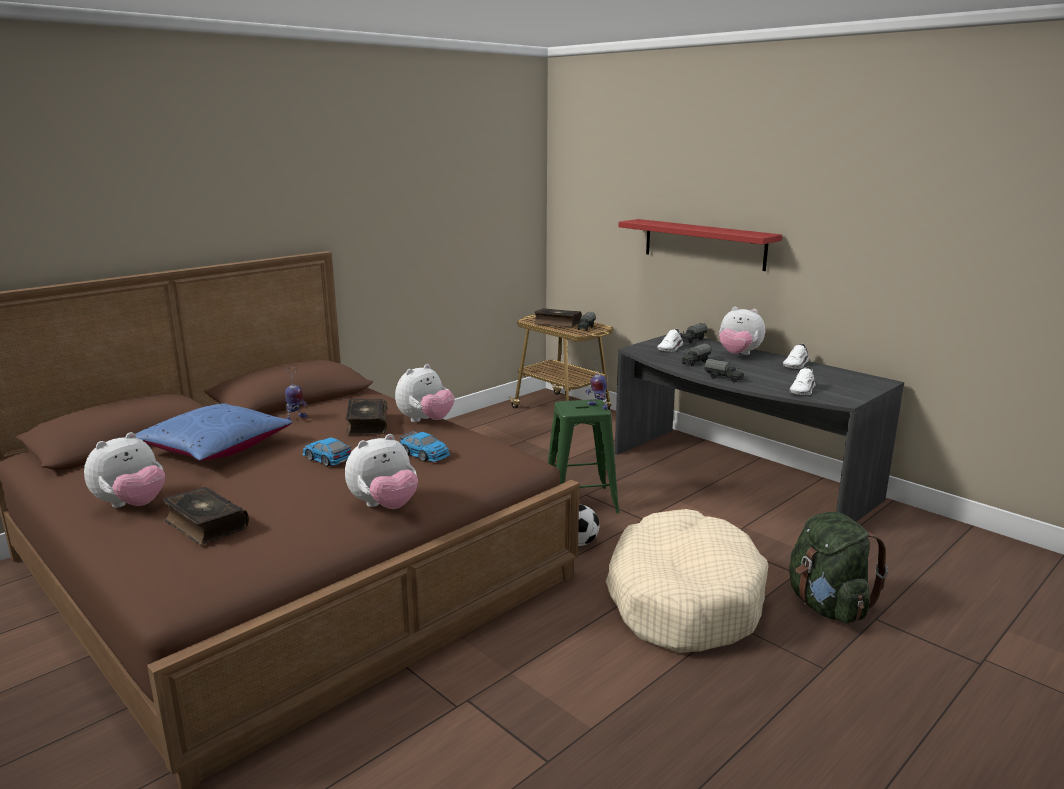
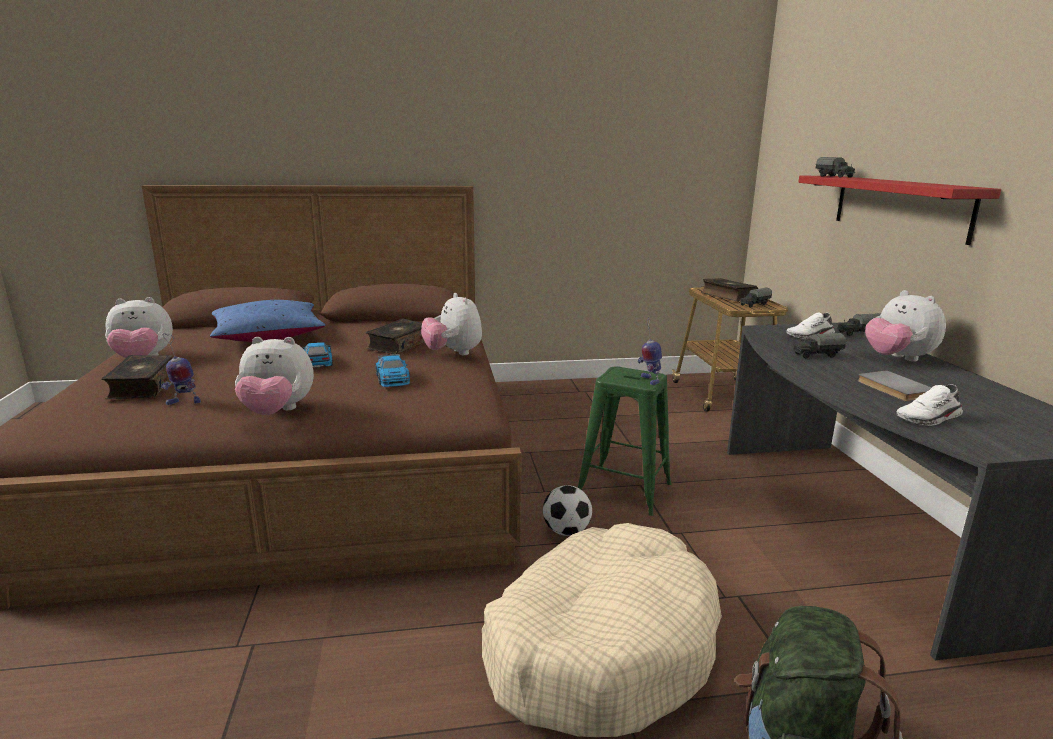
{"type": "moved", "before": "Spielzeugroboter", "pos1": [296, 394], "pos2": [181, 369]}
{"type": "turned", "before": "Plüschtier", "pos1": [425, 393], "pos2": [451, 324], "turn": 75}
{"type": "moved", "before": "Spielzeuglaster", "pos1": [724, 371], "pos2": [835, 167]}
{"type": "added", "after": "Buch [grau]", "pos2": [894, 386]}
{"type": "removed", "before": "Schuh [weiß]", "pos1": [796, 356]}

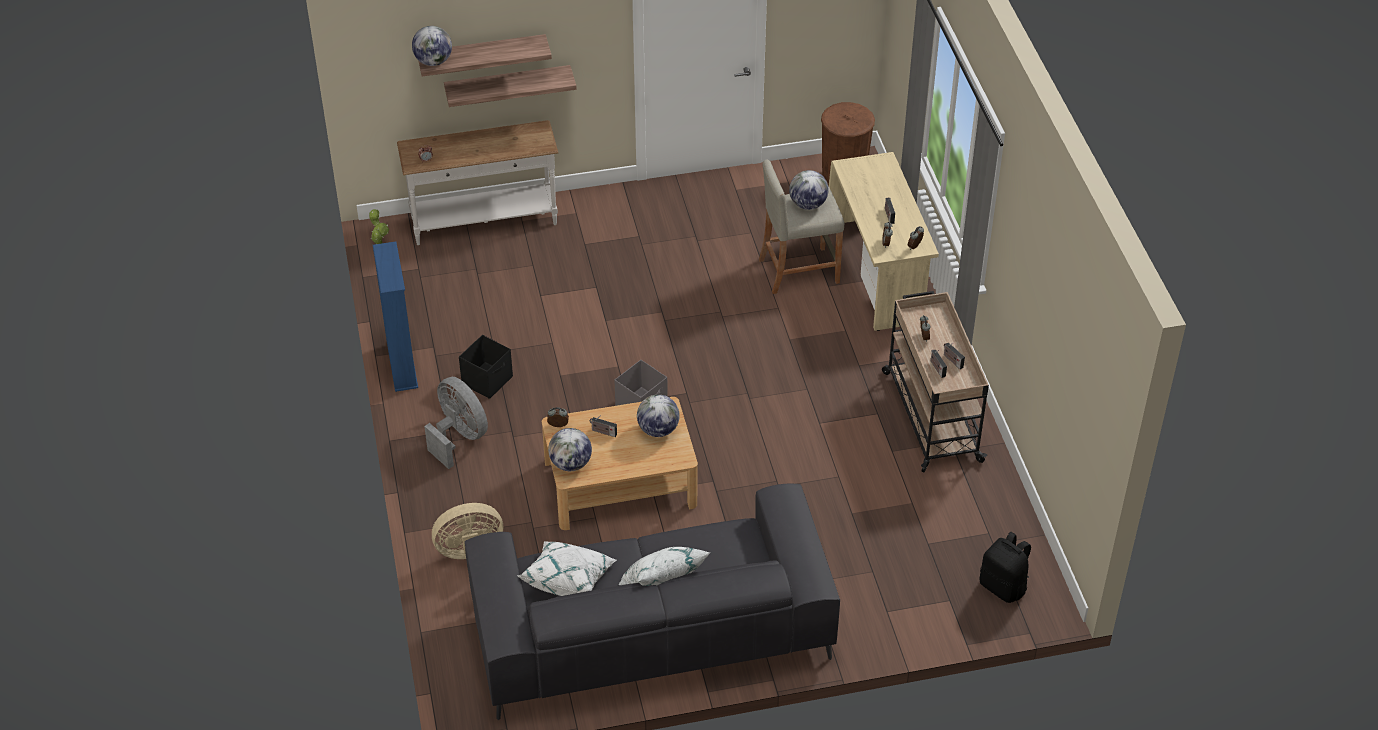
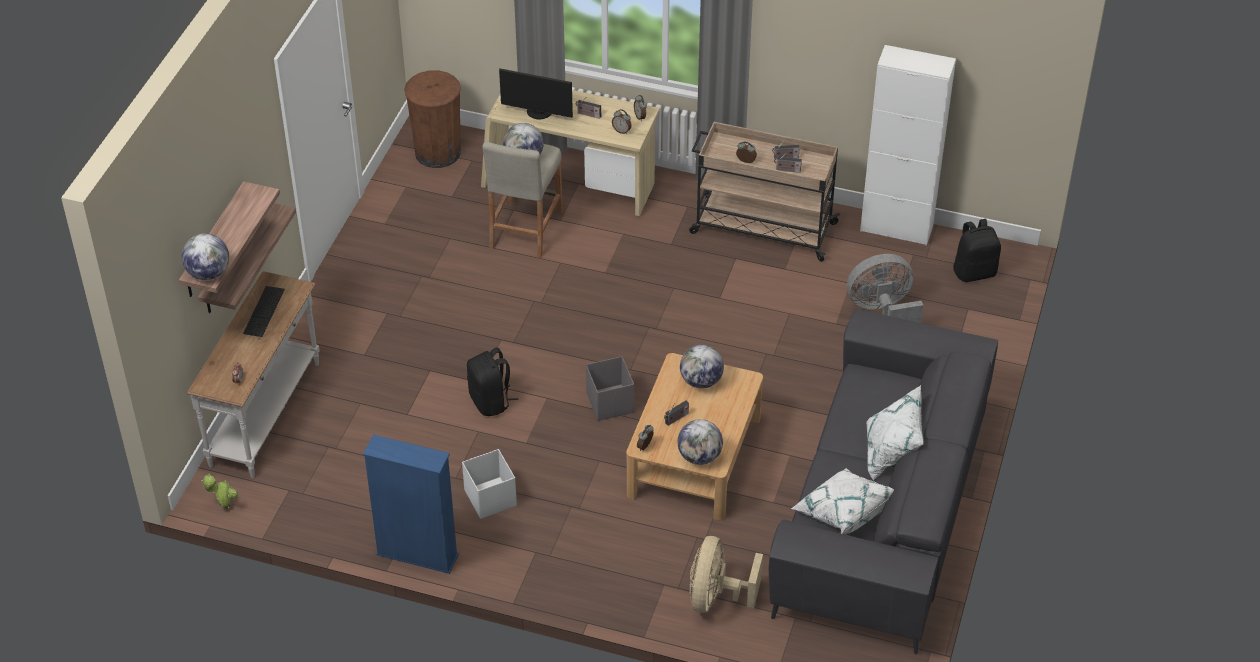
{"type": "added", "after": "Tastatur", "pos2": [264, 311]}
{"type": "recoloured", "before": "Aufbewahrungsbox [schwarz]", "after": "Aufbewahrungsbox [weiß]", "pos1": [486, 367], "pos2": [489, 484]}
{"type": "added", "after": "Rucksack [schwarz]", "pos2": [492, 381]}
{"type": "added", "after": "Monitor", "pos2": [536, 93]}
{"type": "moved", "before": "Ventilator [grau]", "pos1": [456, 423], "pos2": [885, 288]}
{"type": "added", "after": "Schrank [weiß]", "pos2": [908, 145]}

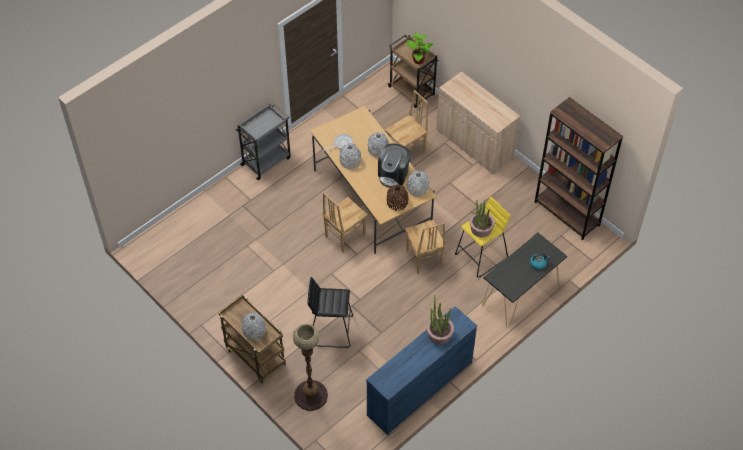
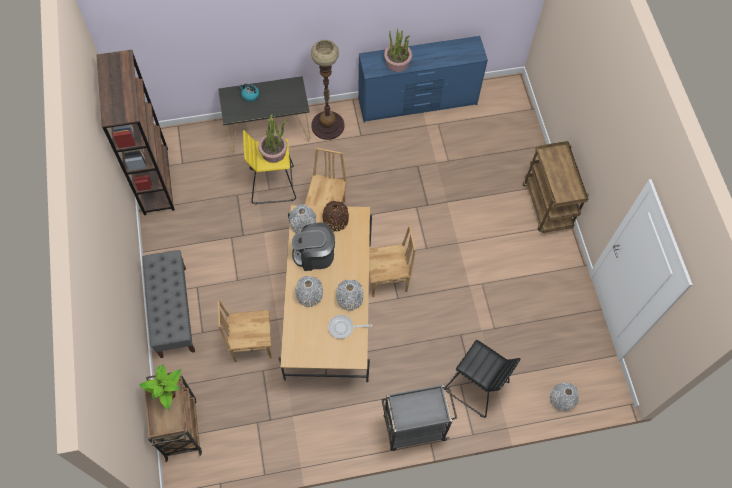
{"type": "replaced", "before": "Schrank [beige]", "after": "Bank [grau]", "pos1": [478, 122], "pos2": [168, 304]}
{"type": "turned", "before": "Kaffeemaschine", "pos1": [394, 165], "pos2": [313, 247], "turn": -150}
{"type": "moved", "before": "Stehlampe", "pos1": [310, 367], "pos2": [327, 90]}
{"type": "moved", "before": "Hocker [schwarz]", "pos1": [330, 312], "pos2": [482, 379]}
{"type": "moved", "before": "Vase [grau]", "pos1": [253, 326], "pos2": [564, 397]}

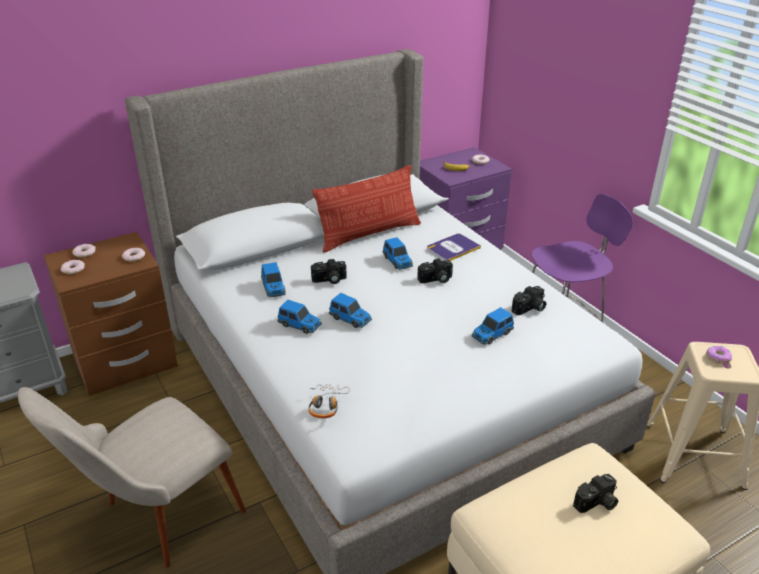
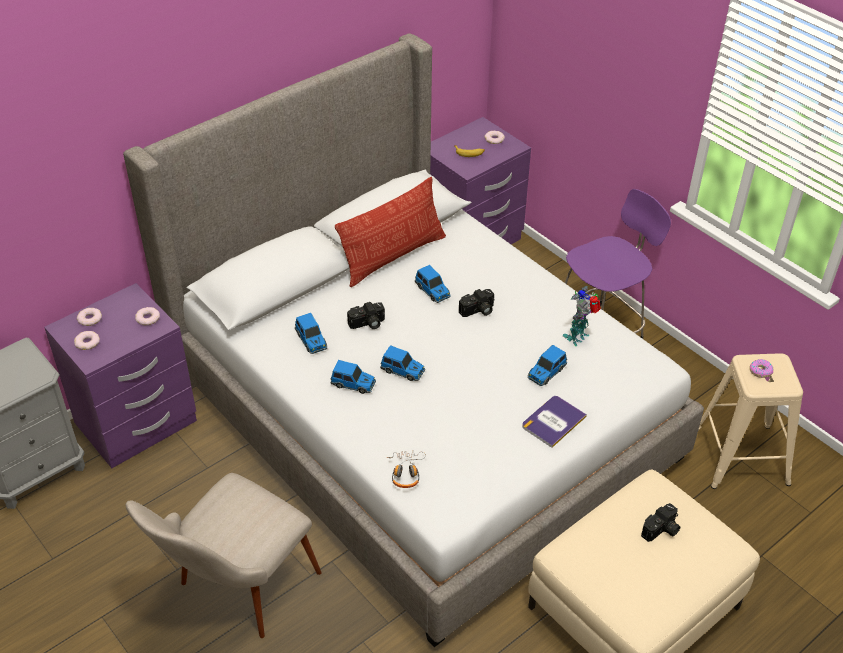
{"type": "recoloured", "before": "Nachttisch [braun]", "after": "Nachttisch [lila]", "pos1": [111, 314], "pos2": [120, 375]}
{"type": "moved", "before": "Buch", "pos1": [454, 247], "pos2": [554, 422]}
{"type": "replaced", "before": "Kamera", "after": "Spielzeugroboter", "pos1": [528, 300], "pos2": [582, 316]}

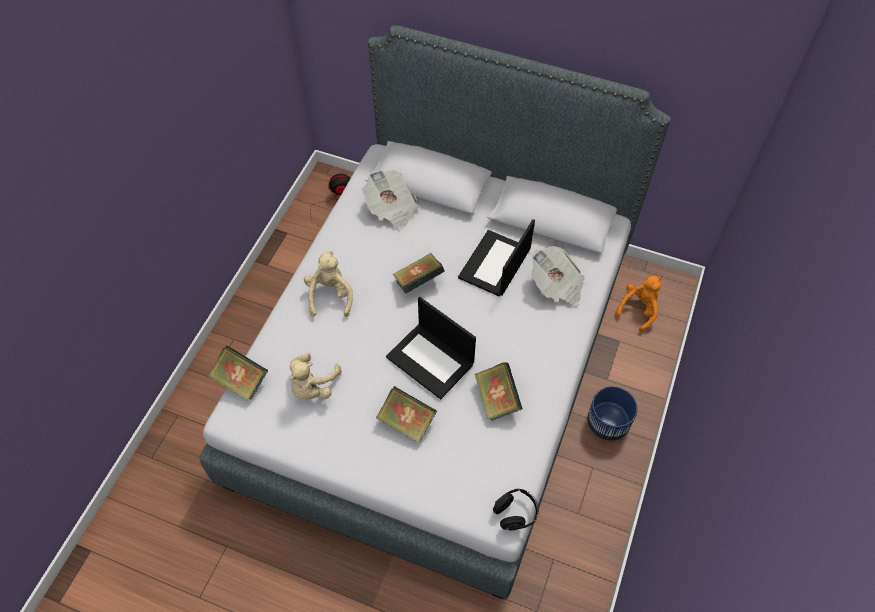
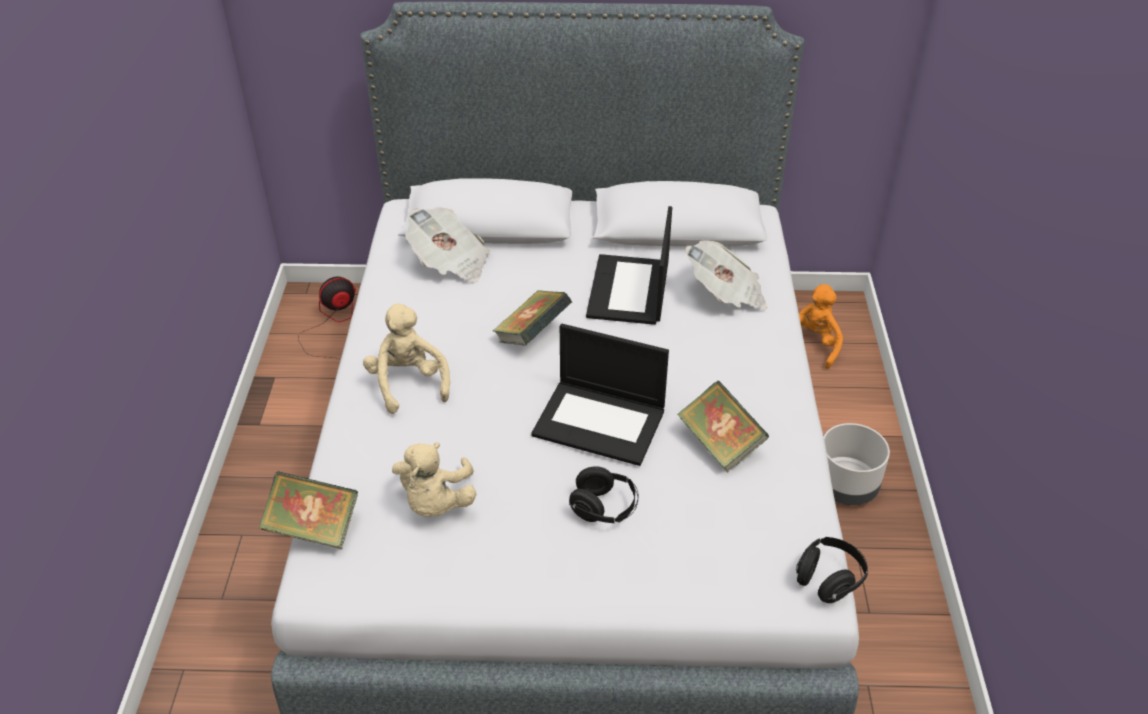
{"type": "replaced", "before": "Buch", "after": "Kopfhörer [schwarz]", "pos1": [406, 414], "pos2": [603, 494]}
{"type": "recoloured", "before": "Pflanzkübel [blau]", "after": "Pflanzkübel [grau]", "pos1": [612, 413], "pos2": [857, 464]}

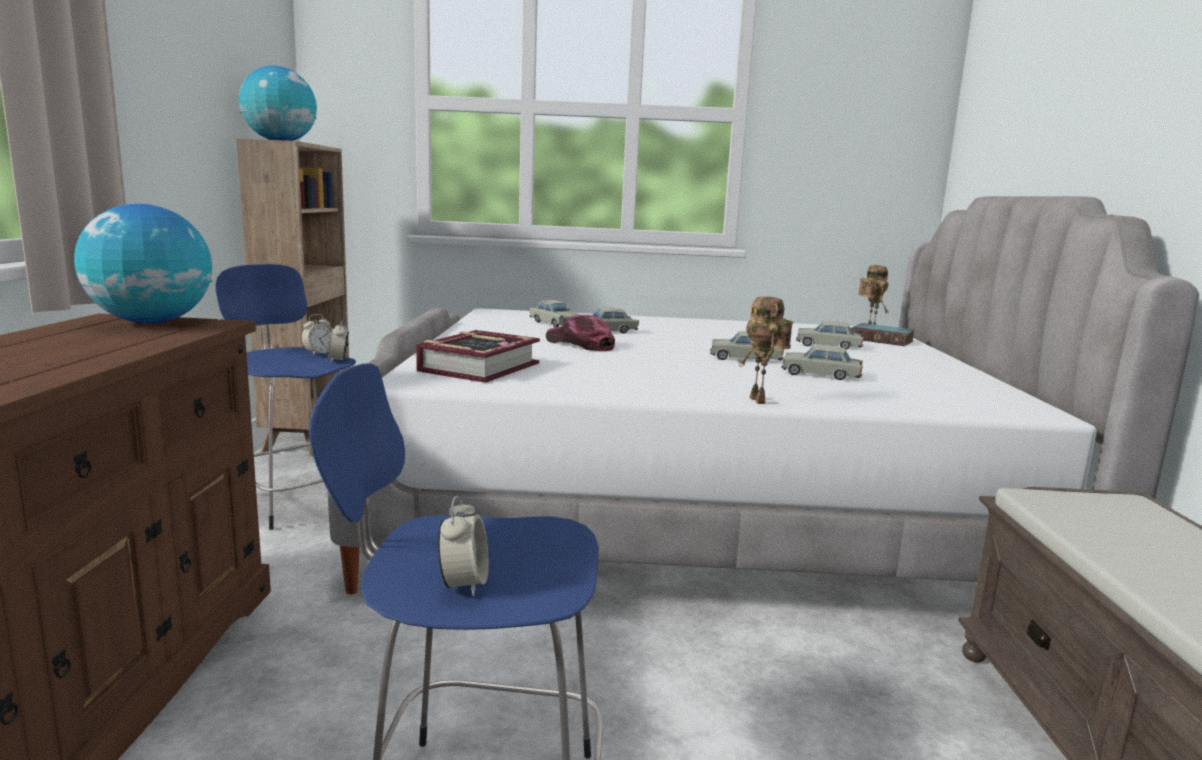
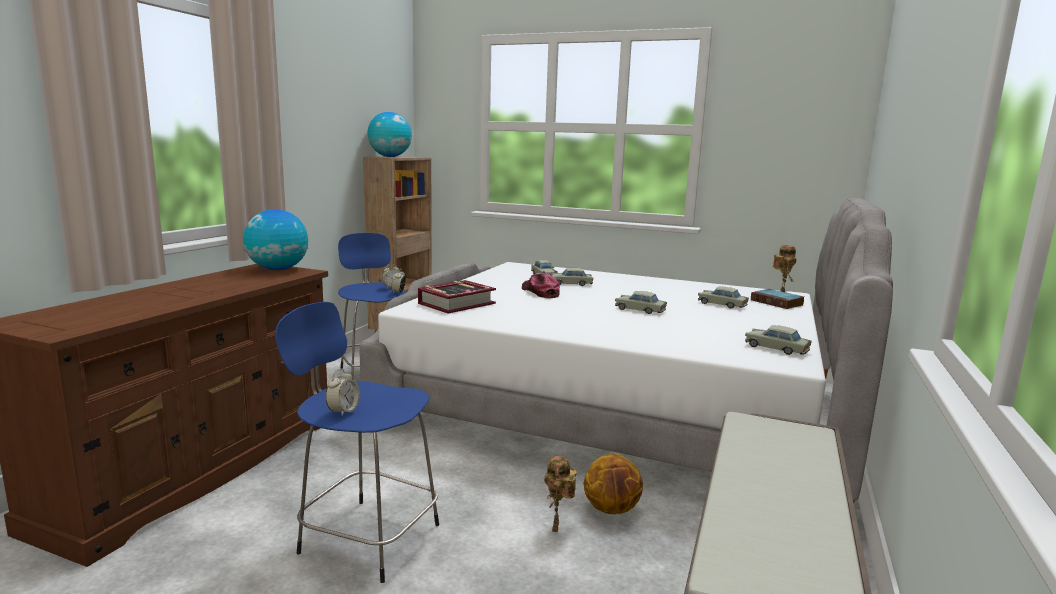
{"type": "moved", "before": "Spielzeugroboter", "pos1": [766, 350], "pos2": [560, 494]}
{"type": "added", "after": "Basketball", "pos2": [613, 484]}
{"type": "moved", "before": "Spielzeugauto [beige]", "pos1": [822, 362], "pos2": [778, 340]}

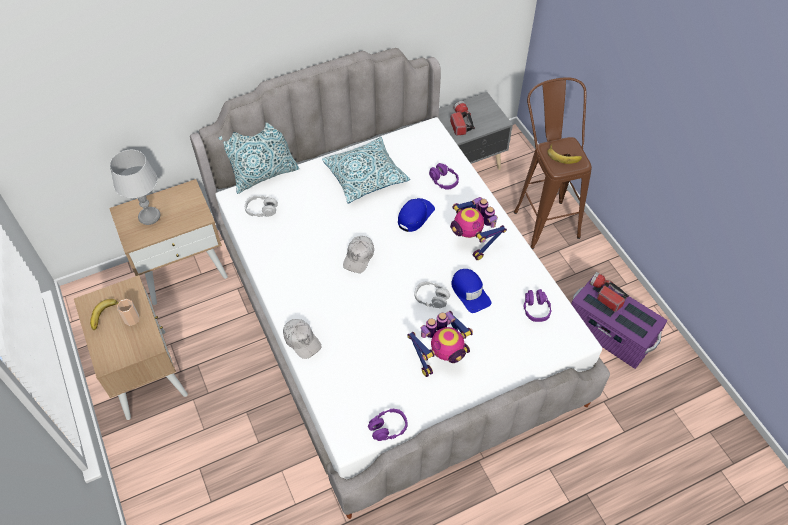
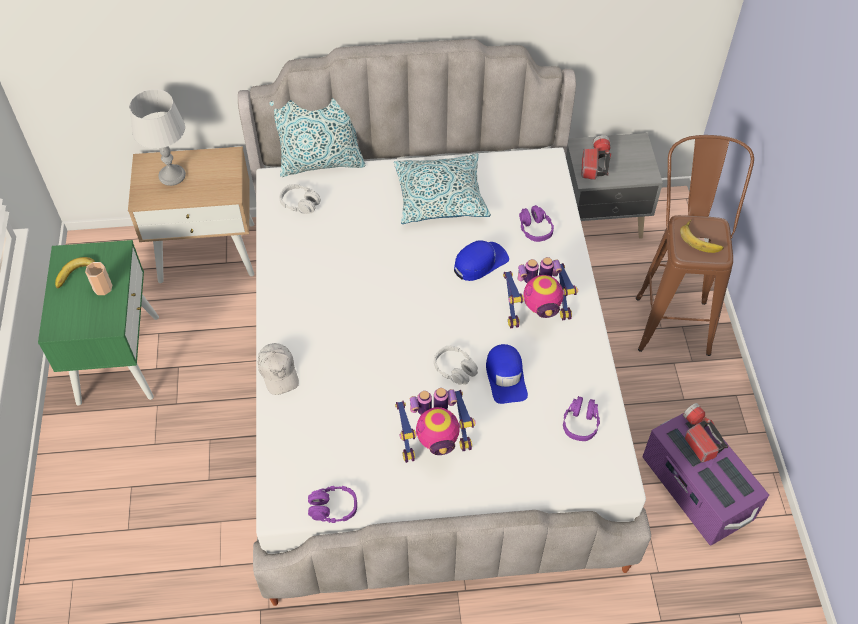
{"type": "recoloured", "before": "Nachttisch [beige]", "after": "Nachttisch [grün]", "pos1": [131, 347], "pos2": [98, 323]}
{"type": "turned", "before": "Spielzeugroboter", "pos1": [478, 228], "pos2": [540, 292], "turn": -90}
{"type": "removed", "before": "Kappe [weiß]", "pos1": [358, 254]}

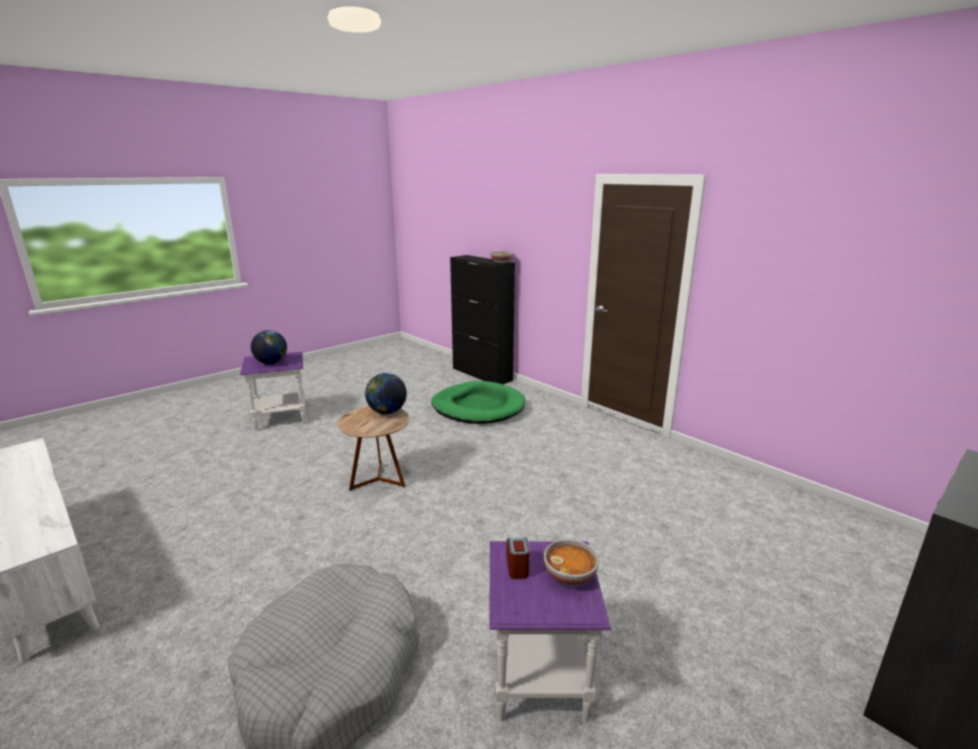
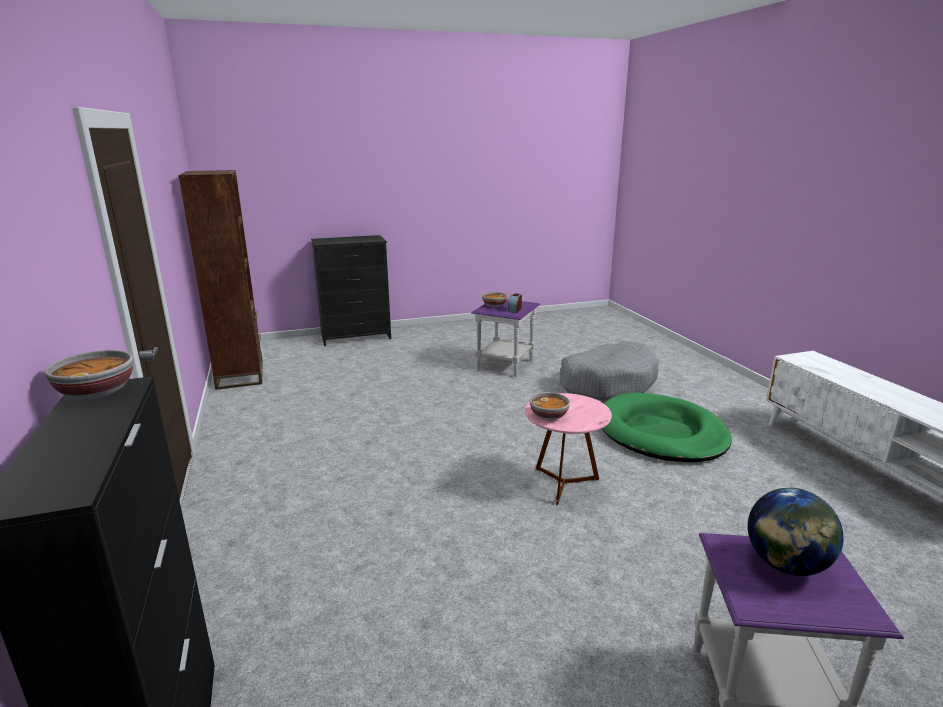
{"type": "added", "after": "Bücherregal [braun]", "pos2": [220, 280]}
{"type": "recoloured", "before": "Beistelltisch [braun]", "after": "Beistelltisch [rosa]", "pos1": [373, 448], "pos2": [568, 449]}
{"type": "replaced", "before": "Globus", "after": "Schüssel", "pos1": [386, 393], "pos2": [550, 406]}
{"type": "moved", "before": "Hundebett [grün]", "pos1": [478, 402], "pos2": [667, 427]}

